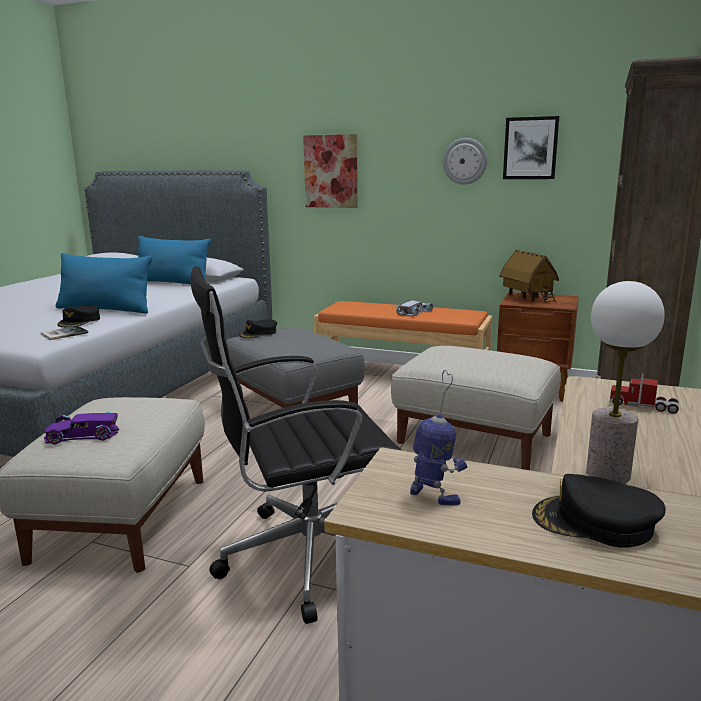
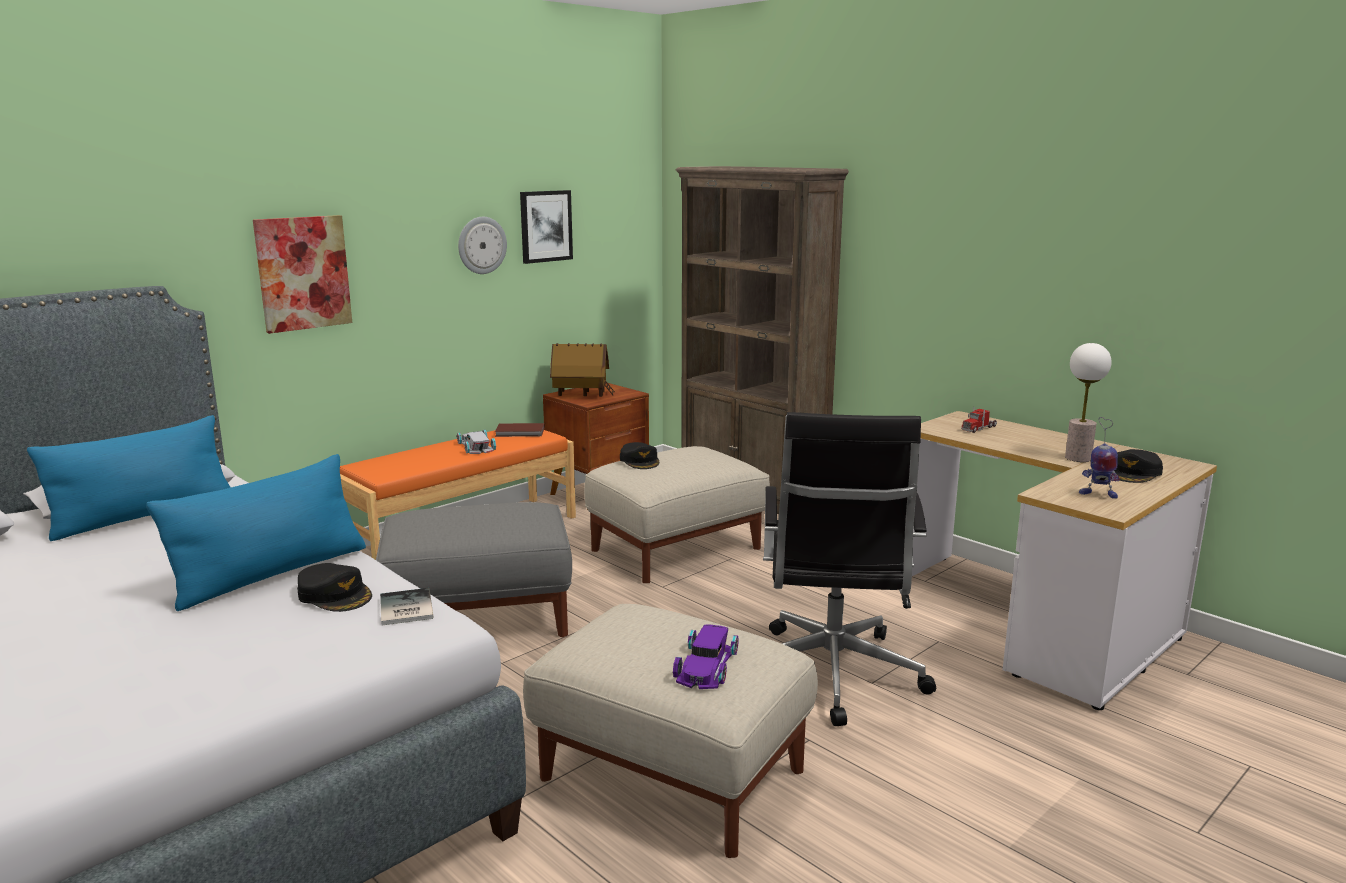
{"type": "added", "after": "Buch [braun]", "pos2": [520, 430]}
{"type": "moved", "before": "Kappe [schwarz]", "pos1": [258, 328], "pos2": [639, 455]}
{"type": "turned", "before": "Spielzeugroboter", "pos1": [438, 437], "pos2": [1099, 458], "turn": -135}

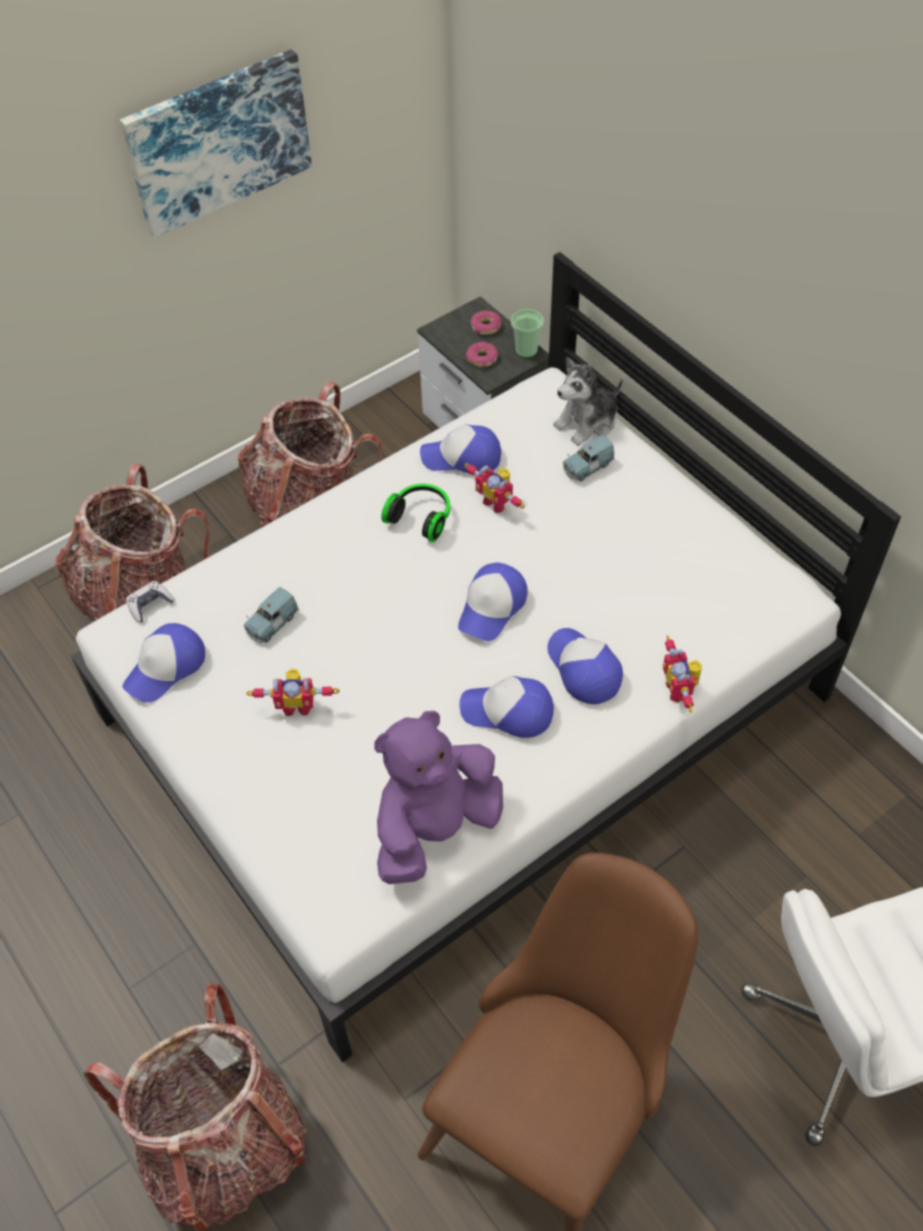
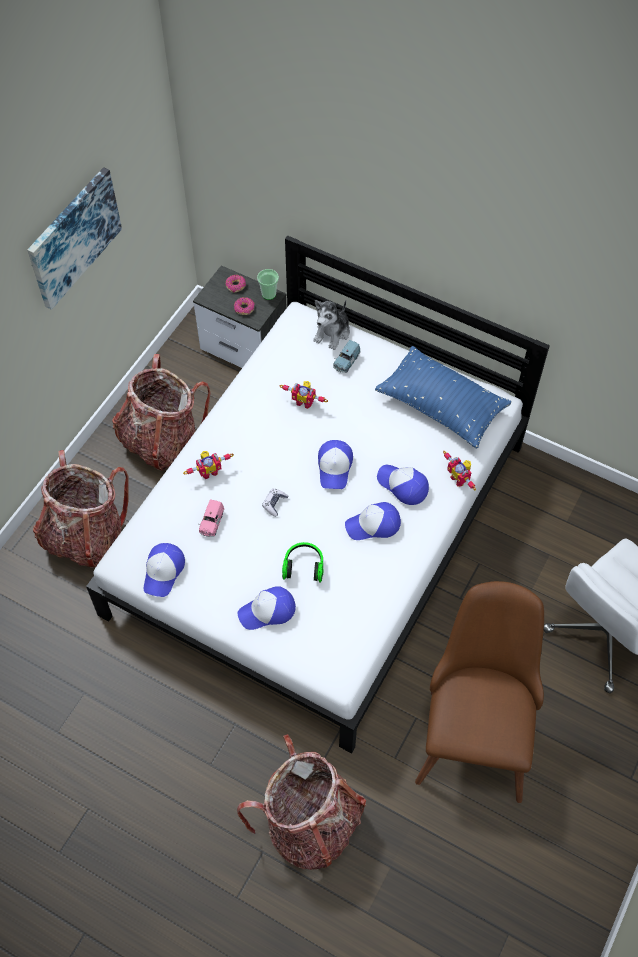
{"type": "moved", "before": "Spielzeugroboter", "pos1": [293, 692], "pos2": [208, 465]}
{"type": "recoloured", "before": "Spielzeugauto [blau]", "after": "Spielzeugauto [rosa]", "pos1": [271, 615], "pos2": [212, 518]}
{"type": "moved", "before": "Kappe", "pos1": [460, 449], "pos2": [267, 608]}
{"type": "moved", "before": "Gamepad", "pos1": [150, 602], "pos2": [275, 503]}
{"type": "moved", "before": "Kopfhörer", "pos1": [415, 513], "pos2": [303, 562]}
{"type": "added", "after": "Kissen [blau]", "pos2": [443, 397]}
{"type": "removed", "before": "Plüschtier [lila]", "pos1": [438, 797]}

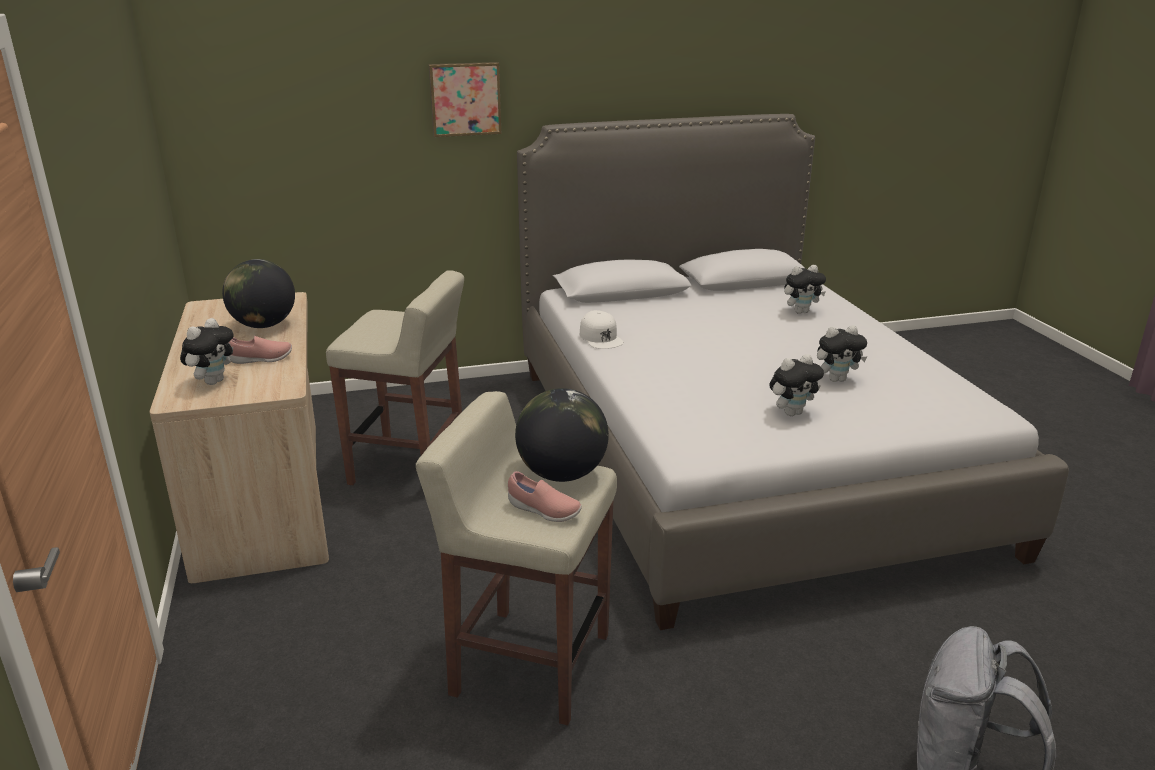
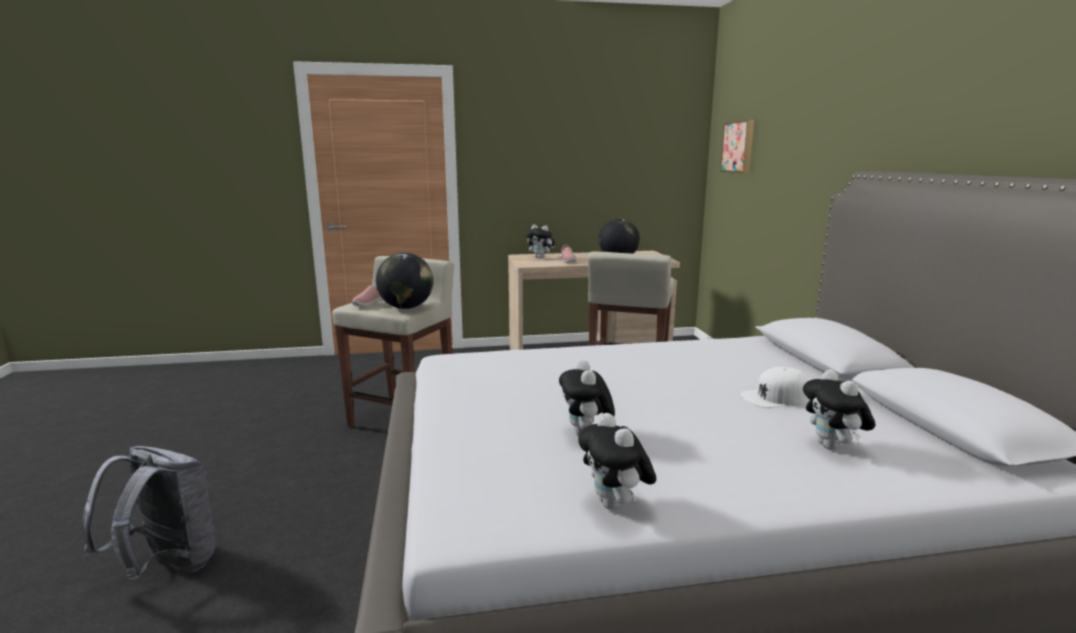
{"type": "moved", "before": "Plüschtier", "pos1": [796, 385], "pos2": [617, 461]}
{"type": "moved", "before": "Bild", "pos1": [465, 99], "pos2": [737, 146]}
{"type": "moved", "before": "Kappe [weiß]", "pos1": [602, 329], "pos2": [775, 387]}

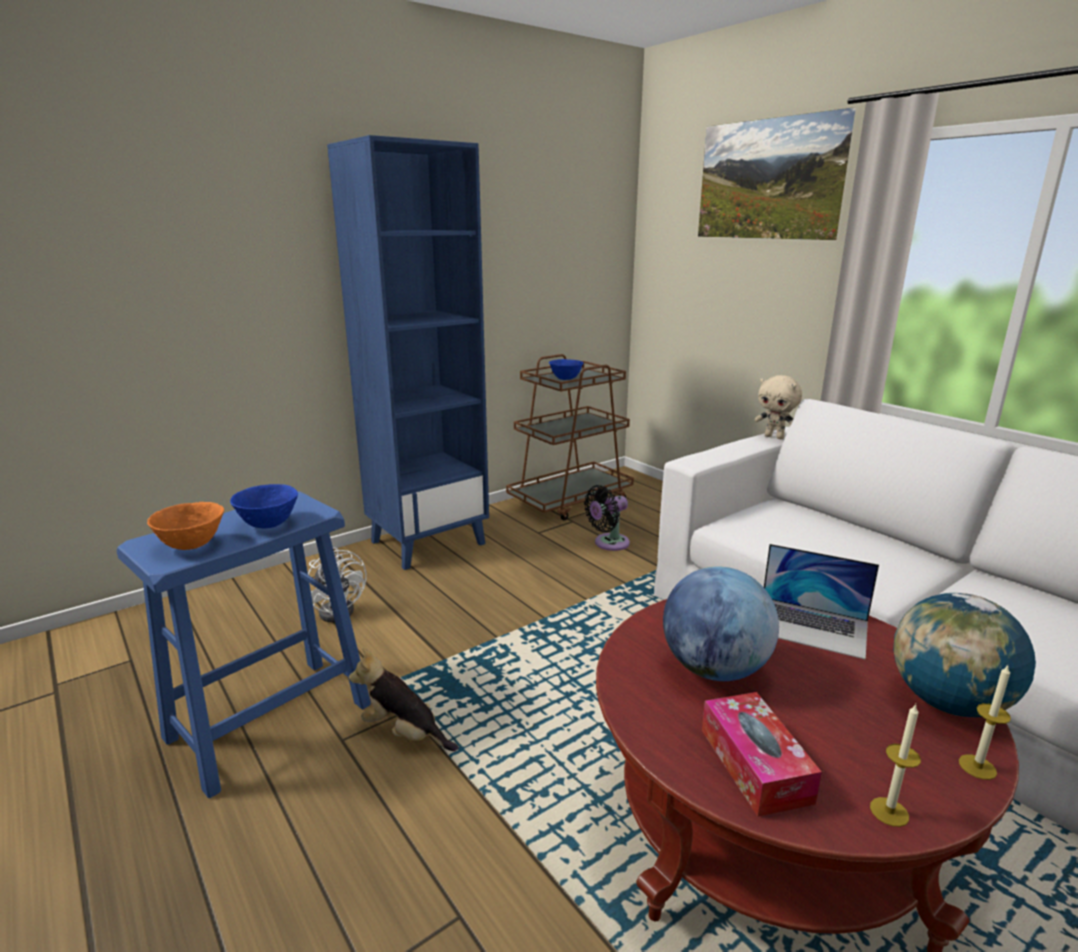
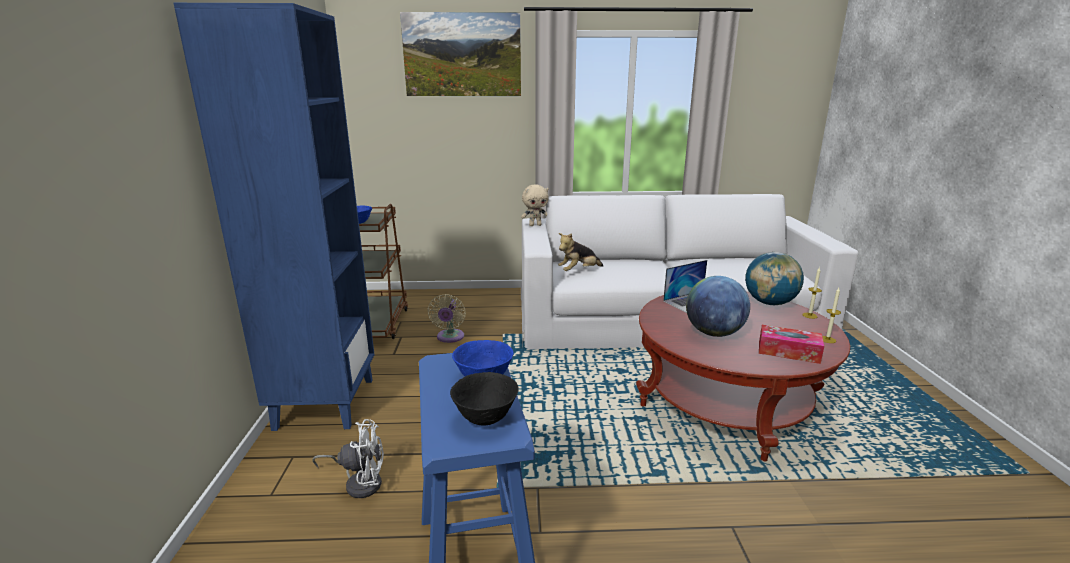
{"type": "recoloured", "before": "Ventilator [schwarz]", "after": "Ventilator [beige]", "pos1": [607, 518], "pos2": [446, 318]}
{"type": "recoloured", "before": "Schüssel [orange]", "after": "Schüssel [schwarz]", "pos1": [185, 526], "pos2": [484, 399]}
{"type": "moved", "before": "Plüschtier", "pos1": [404, 699], "pos2": [580, 252]}

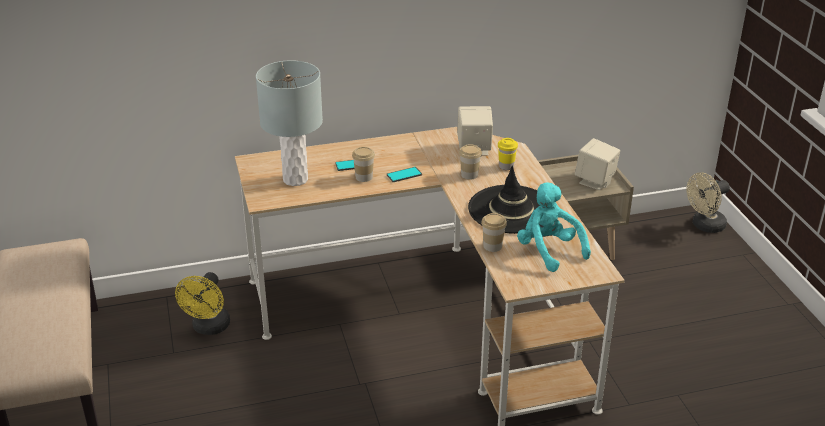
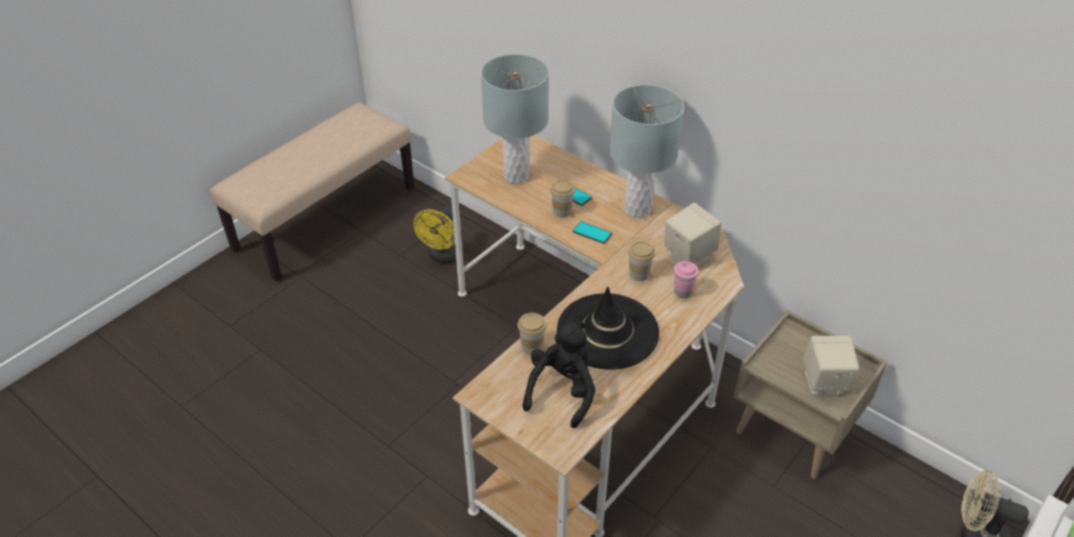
{"type": "turned", "before": "Ventilator [gelb]", "pos1": [202, 303], "pos2": [438, 235], "turn": -45}
{"type": "recoloured", "before": "Plüschtier [türkis]", "after": "Plüschtier [schwarz]", "pos1": [554, 227], "pos2": [558, 374]}
{"type": "added", "after": "Tischlampe [grau]", "pos2": [646, 151]}
{"type": "recoloured", "before": "Tasse [gelb]", "after": "Tasse [rosa]", "pos1": [508, 154], "pos2": [686, 279]}

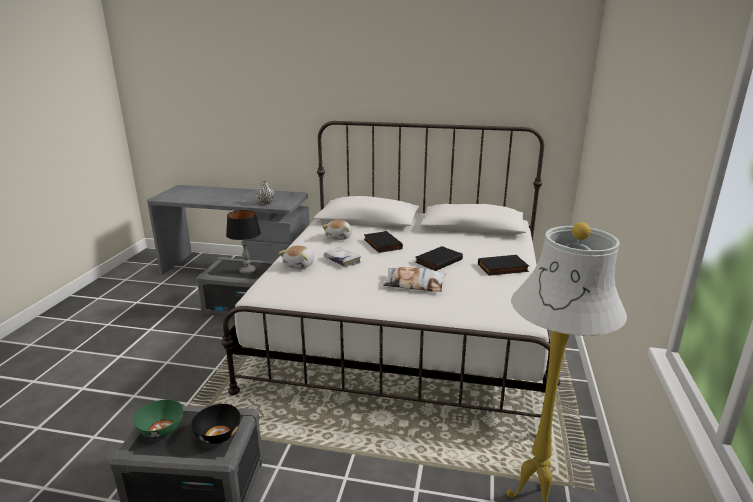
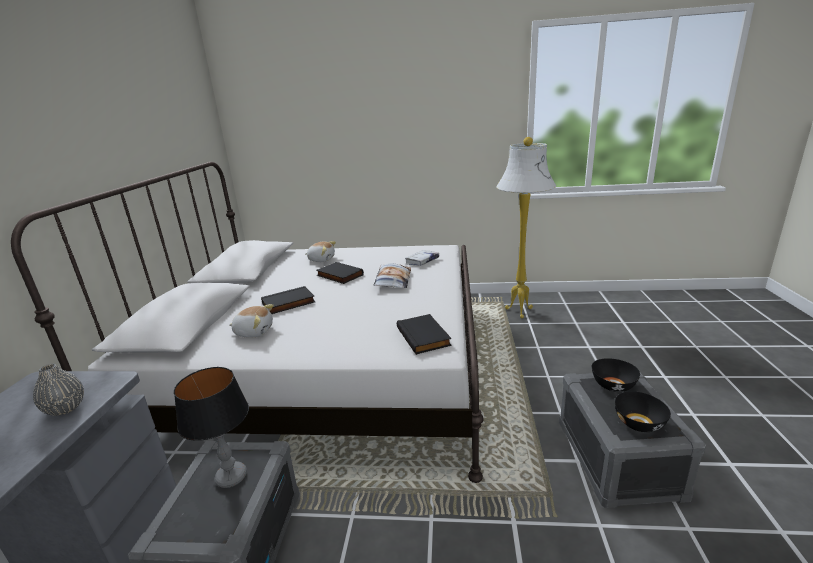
{"type": "moved", "before": "Plüschtier", "pos1": [296, 257], "pos2": [320, 251]}
{"type": "moved", "before": "Buch [schwarz]", "pos1": [503, 265], "pos2": [424, 334]}
{"type": "moved", "before": "Buch [weiß]", "pos1": [342, 257], "pos2": [422, 258]}
{"type": "recoloured", "before": "Schüssel [grün]", "after": "Schüssel [schwarz]", "pos1": [158, 419], "pos2": [643, 411]}

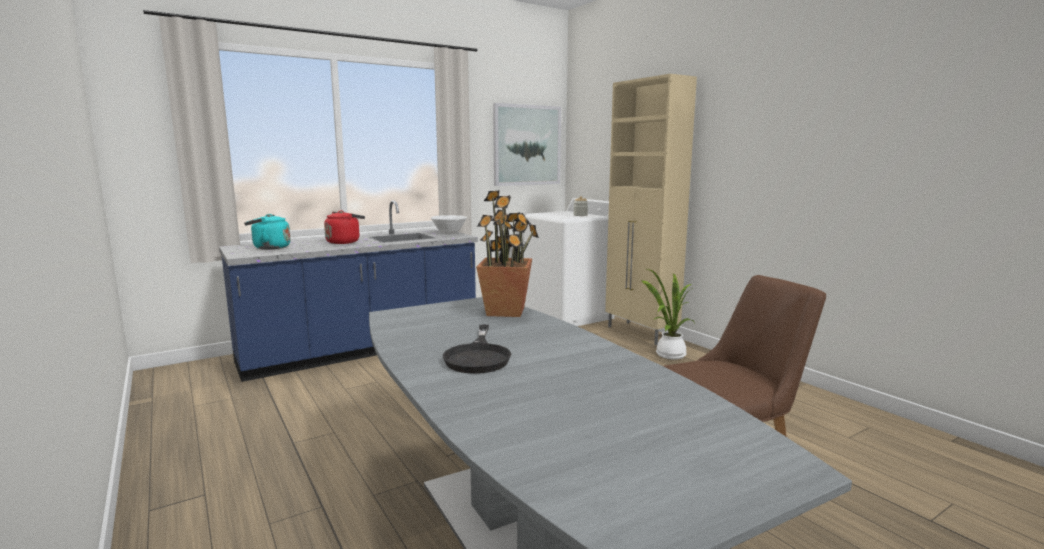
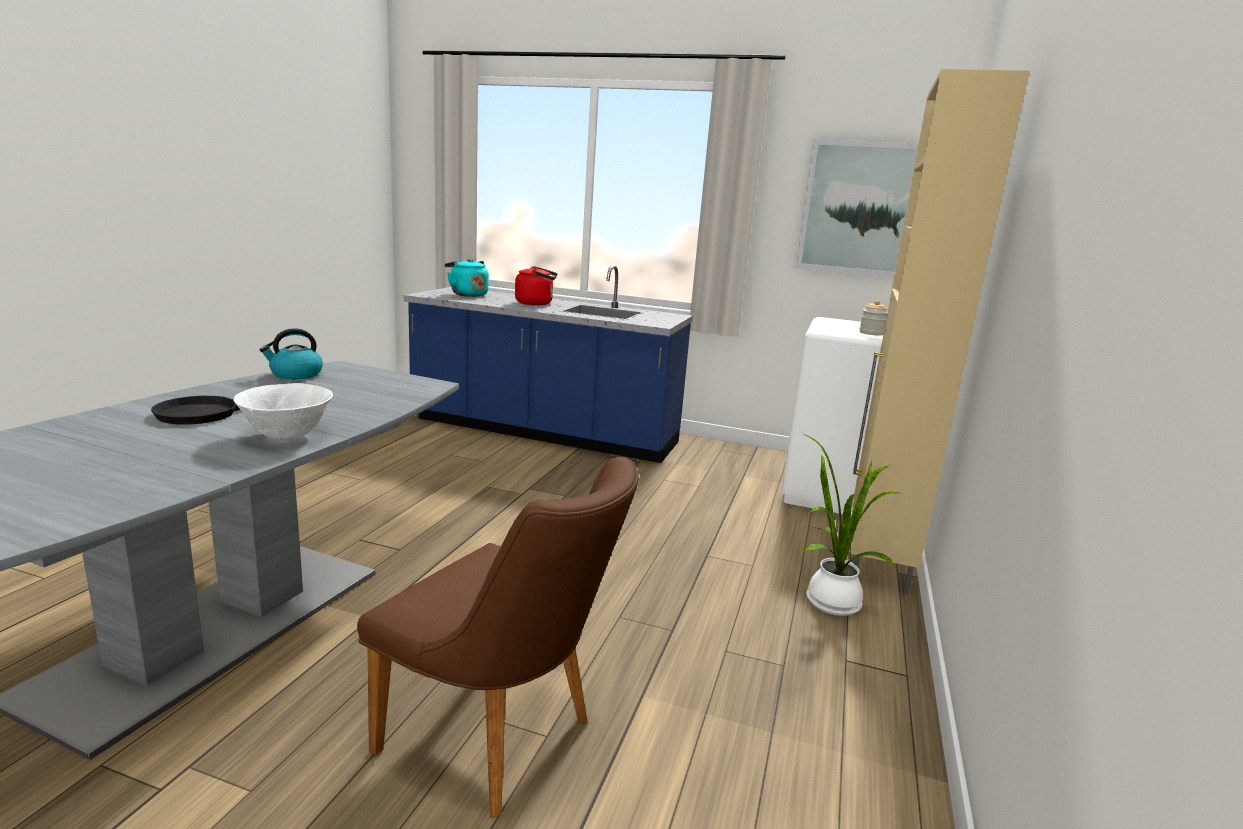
{"type": "moved", "before": "Schüssel [weiß]", "pos1": [449, 224], "pos2": [283, 411]}
{"type": "added", "after": "Wasserkessel", "pos2": [291, 353]}
{"type": "removed", "before": "Topfpflanze", "pos1": [507, 253]}

